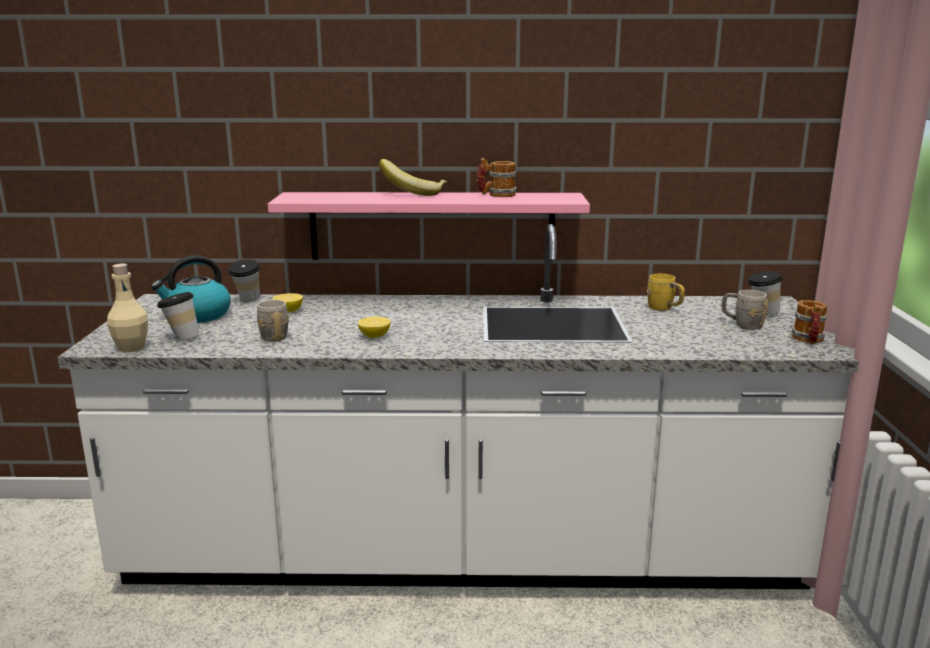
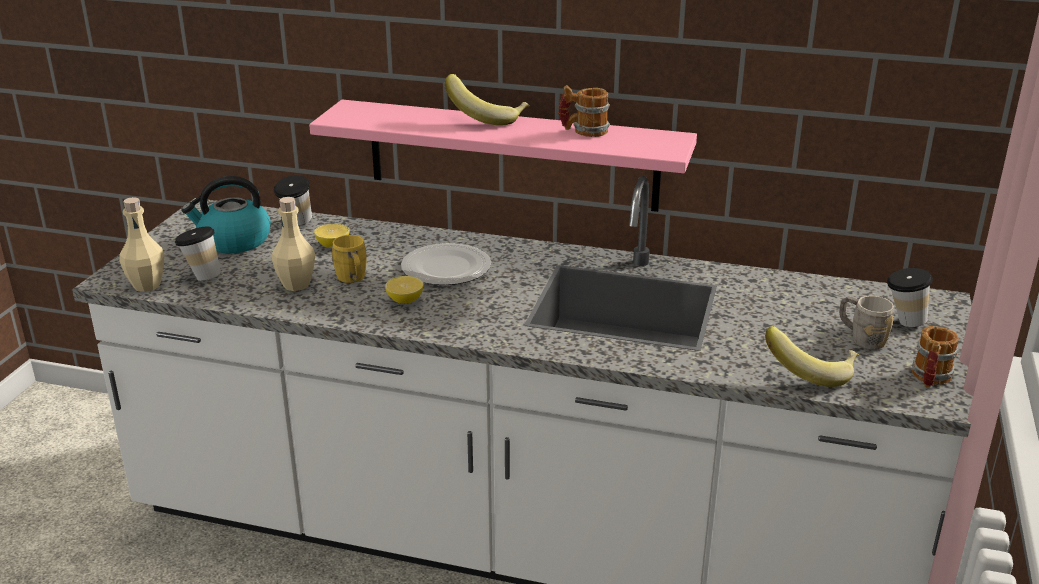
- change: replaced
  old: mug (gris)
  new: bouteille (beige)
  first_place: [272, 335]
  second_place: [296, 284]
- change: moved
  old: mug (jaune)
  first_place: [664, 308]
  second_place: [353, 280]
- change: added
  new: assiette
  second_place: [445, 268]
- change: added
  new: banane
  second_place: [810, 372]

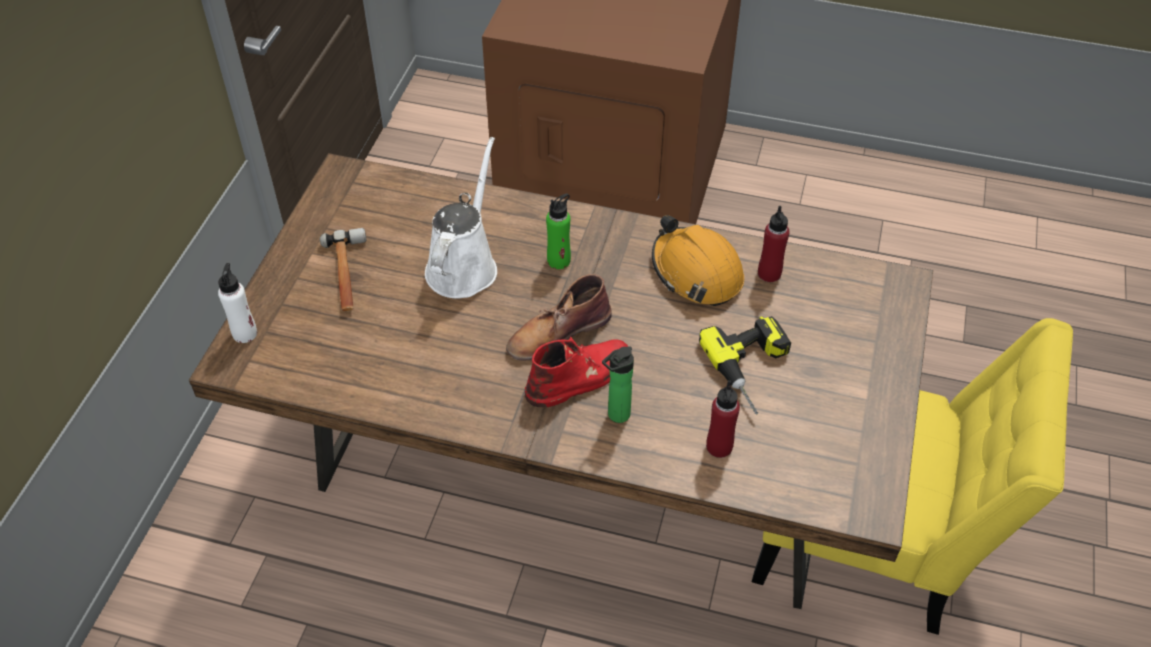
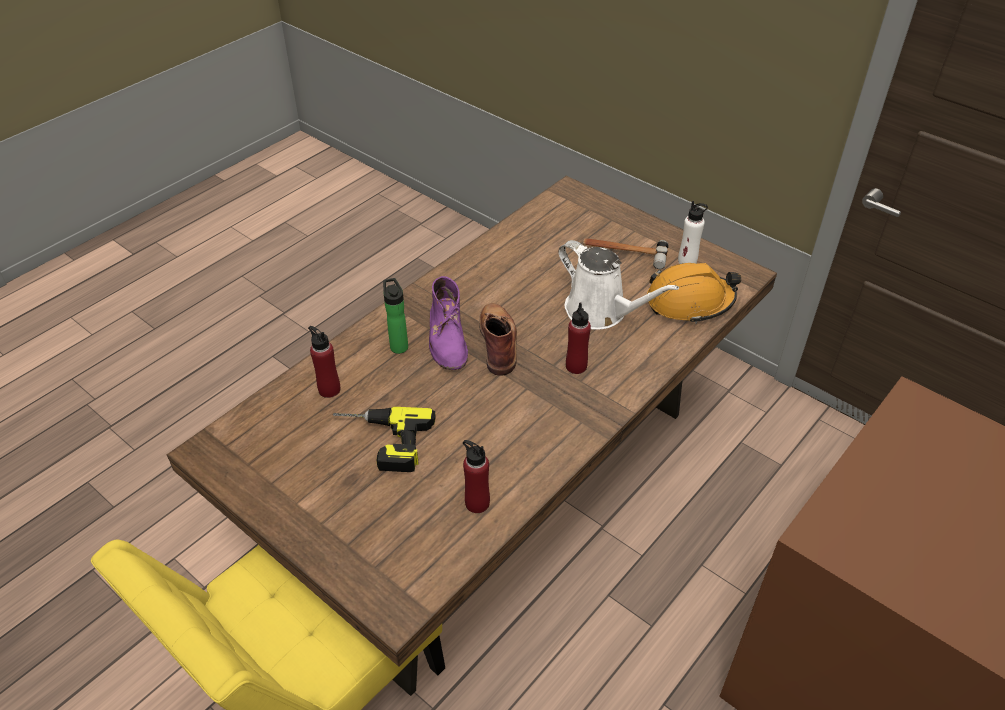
- change: moved
  old: bouteille (blanc)
  first_place: [245, 333]
  second_place: [687, 261]
- change: recoloured
  old: botte (rouge)
  new: botte (violet)
  first_place: [580, 377]
  second_place: [447, 339]
- change: recoloured
  old: bouteille (vert)
  new: bouteille (rouge)
  first_place: [559, 260]
  second_place: [576, 366]
- change: moved
  old: casque de chantier (orange)
  first_place: [696, 272]
  second_place: [689, 302]

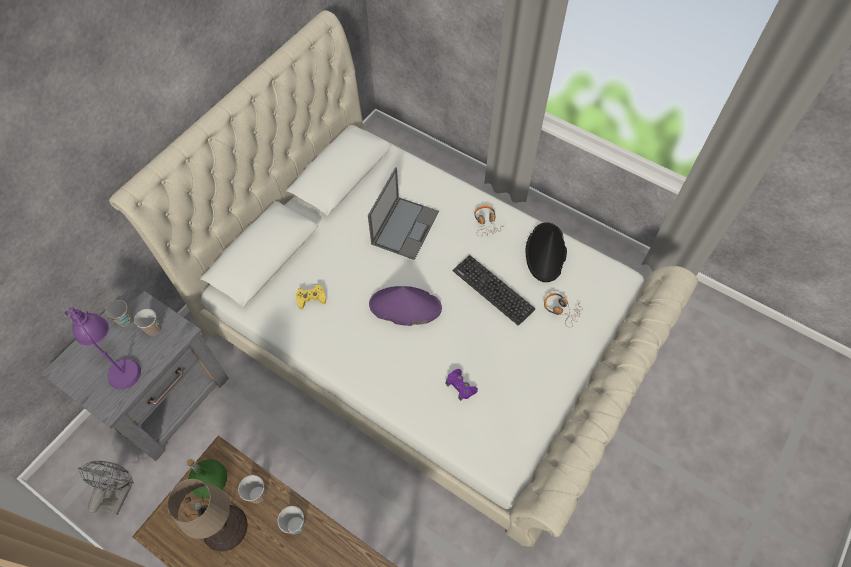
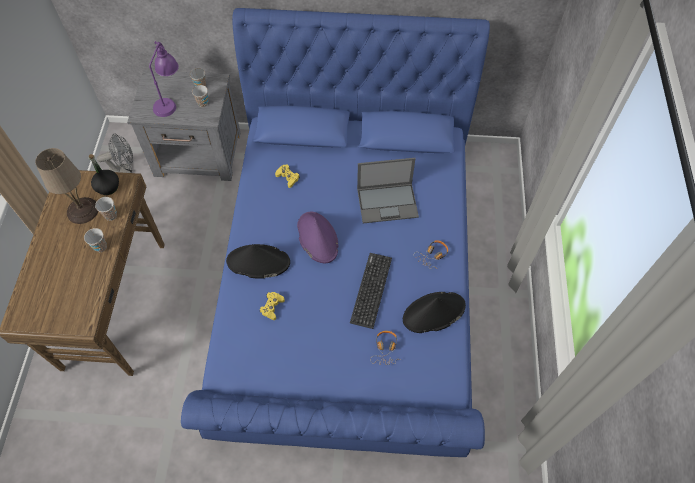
- change: recoloured
  old: lit (beige)
  new: lit (bleu)
  first_place: [425, 325]
  second_place: [347, 278]
- change: recoloured
  old: bouteille (vert)
  new: bouteille (noir)
  first_place: [211, 481]
  second_place: [108, 187]
- change: recoloured
  old: manette (violet)
  new: manette (jaune)
  first_place: [460, 386]
  second_place: [272, 307]
- change: added
  new: chapeau (noir)
  second_place: [258, 262]

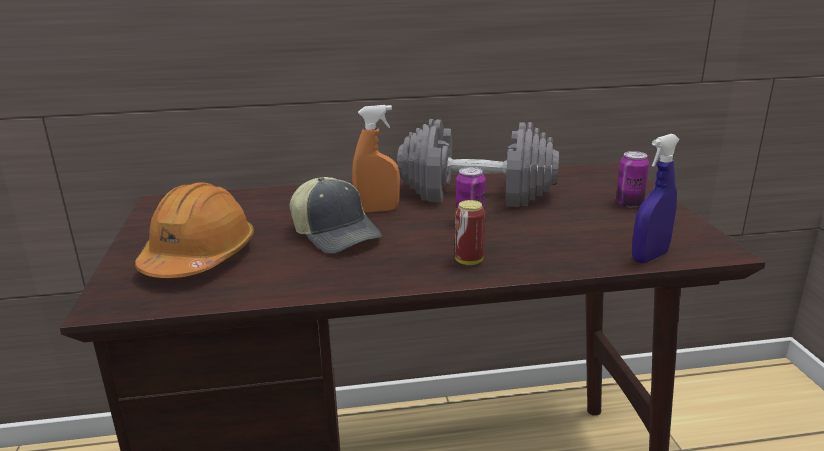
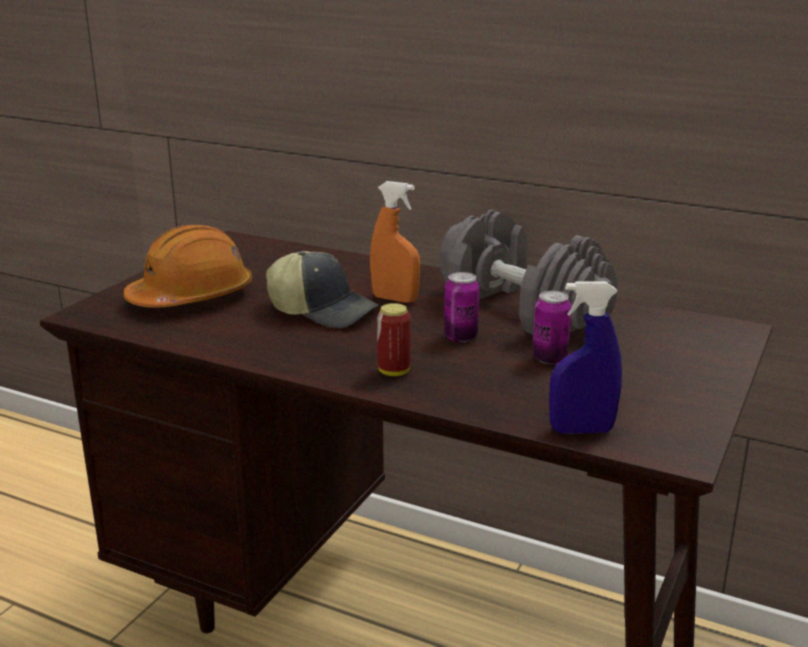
- change: turned
  old: casquette
  first_place: [336, 234]
  second_place: [323, 310]
  degrees: -60
- change: moved
  old: boîte métallique
  first_place: [629, 203]
  second_place: [549, 358]

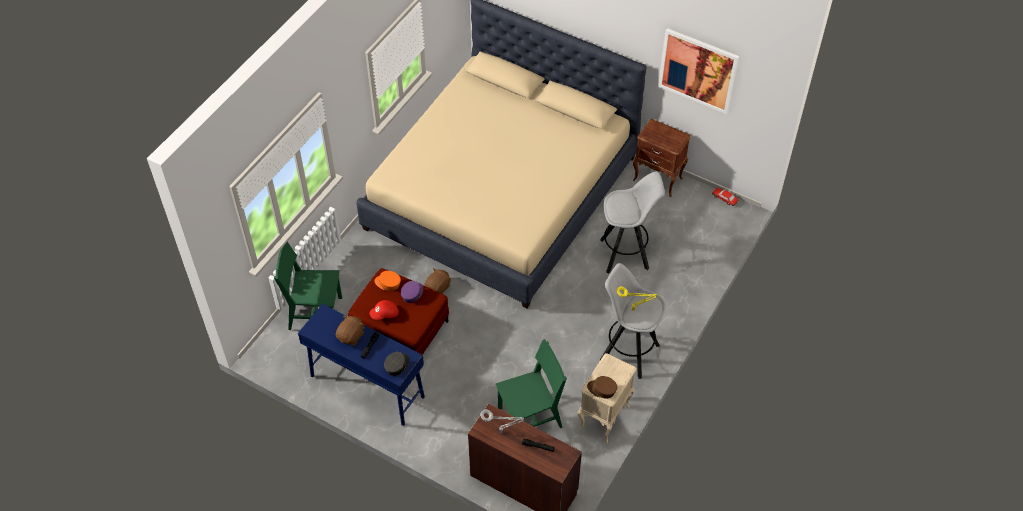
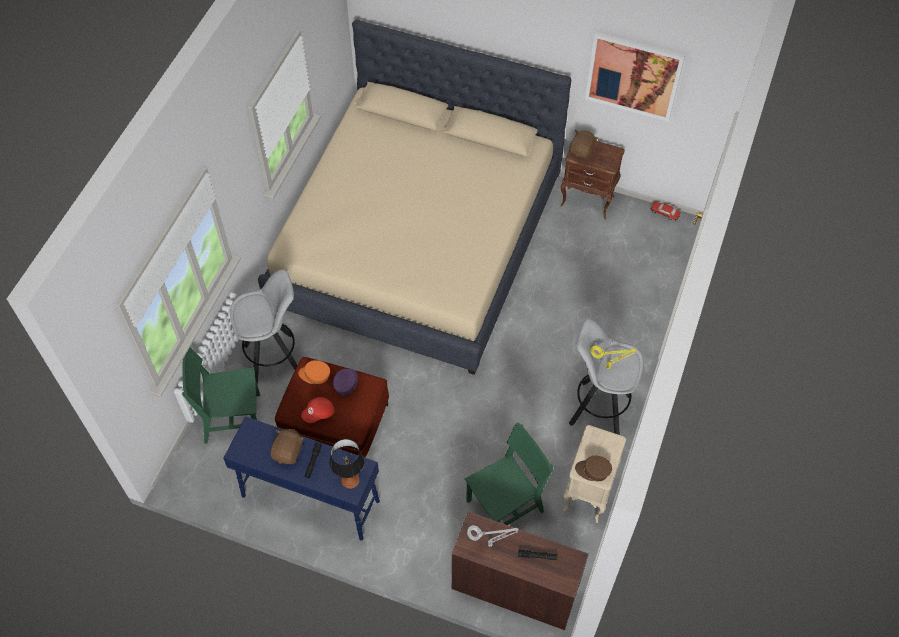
- change: replaced
  old: casquette (gris)
  new: lampe de table
  first_place: [397, 365]
  second_place: [350, 480]
- change: moved
  old: peluche (marron)
  first_place: [438, 287]
  second_place: [582, 151]
- change: moved
  old: tabouret (gris)
  first_place: [626, 254]
  second_place: [275, 359]

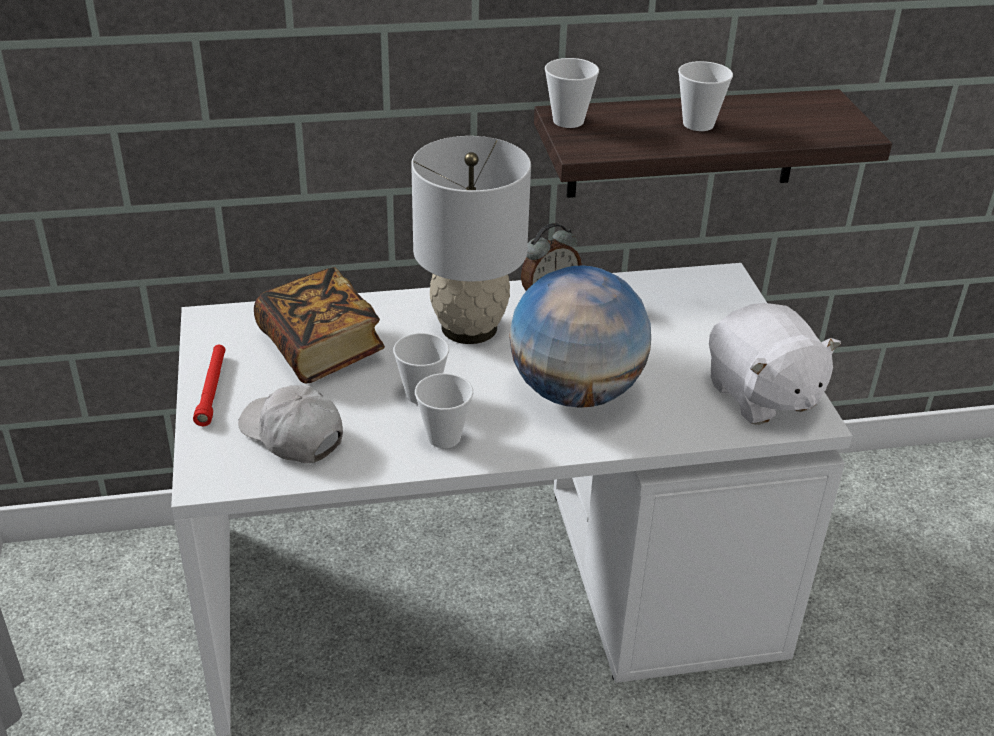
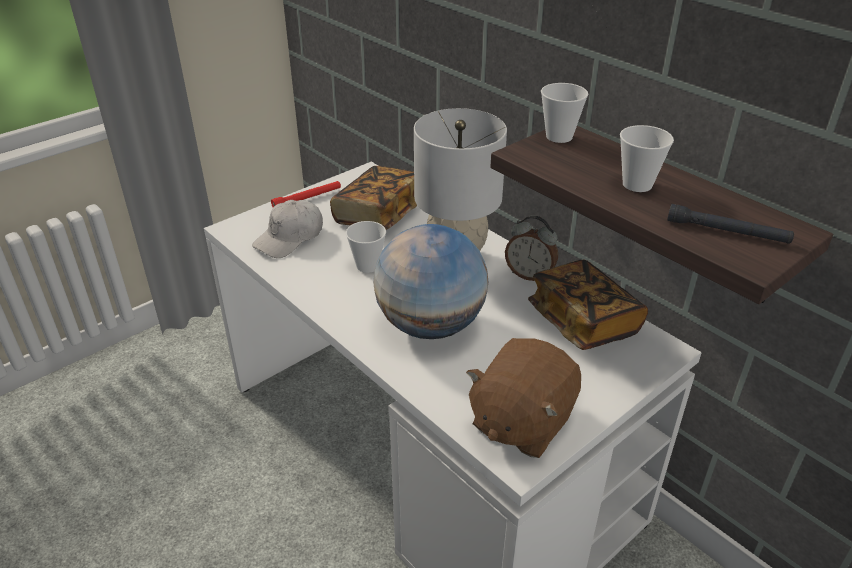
- change: turned
  old: casquette (blanc)
  first_place: [292, 435]
  second_place: [290, 238]
  degrees: -150
- change: removed
  old: tasse
  first_place: [444, 437]
- change: recoloured
  old: peluche (blanc)
  new: peluche (marron)
  first_place: [761, 395]
  second_place: [521, 421]
- change: added
  new: livre
  second_place: [583, 322]
- change: added
  new: lampe de poche (noir)
  second_place: [727, 232]

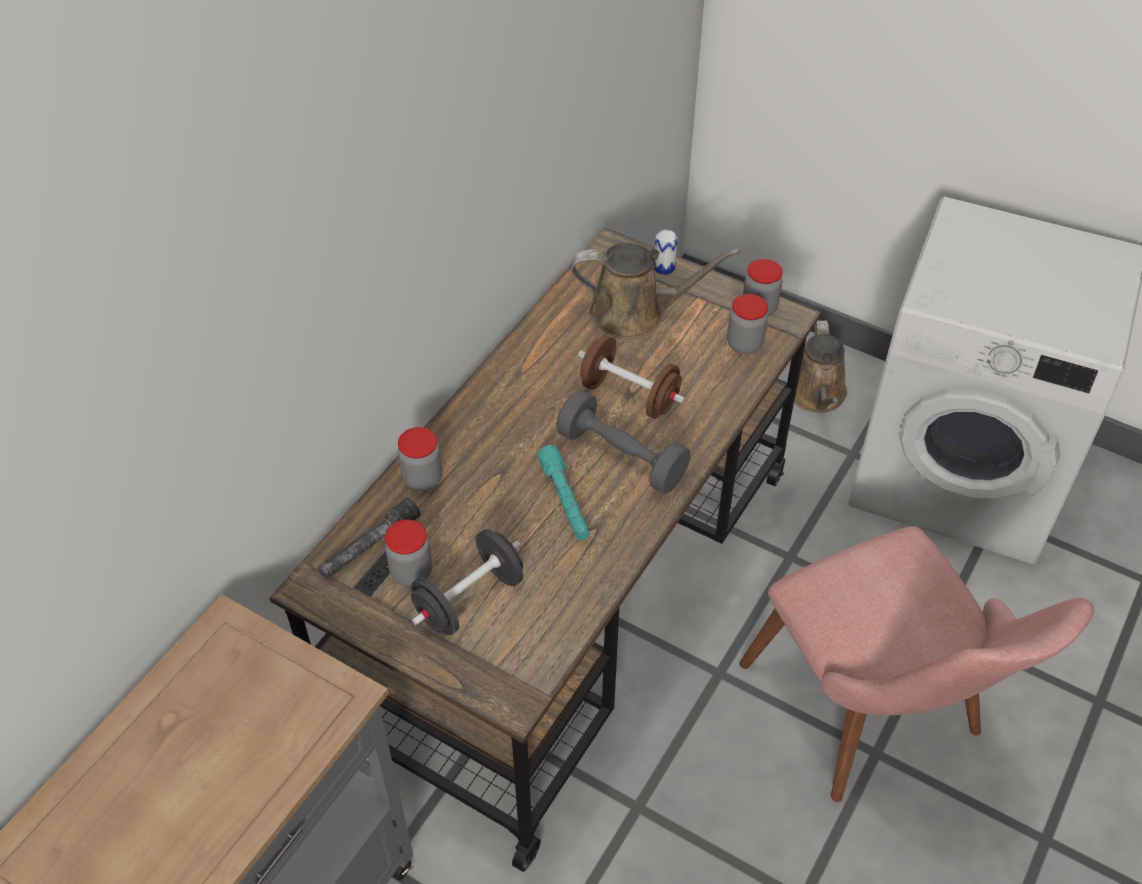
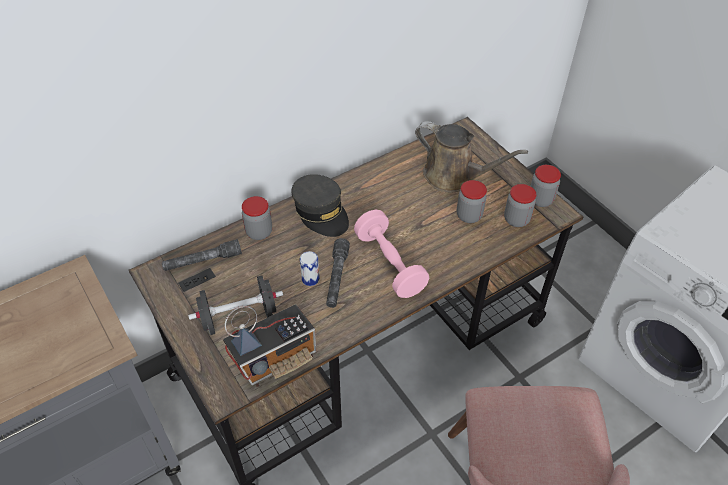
- change: moved
  old: bocal
  first_place: [411, 572]
  second_place: [469, 215]
- change: recoloured
  old: lampe de poche (turquoise)
  new: lampe de poche (gris)
  first_place: [565, 500]
  second_place: [337, 278]
- change: recoloured
  old: haltère (gris)
  new: haltère (rose)
  first_place: [621, 457]
  second_place: [389, 264]
- change: removed
  old: haltère (marron)
  first_place: [629, 396]
- change: moved
  old: boîte métallique
  first_place: [664, 267]
  second_place: [310, 279]
- change: removed
  old: arrosoir (marron)
  first_place: [817, 396]
- change: added
  new: radio
  second_place: [276, 359]
- change: added
  new: casquette (gris)
  second_place: [321, 212]

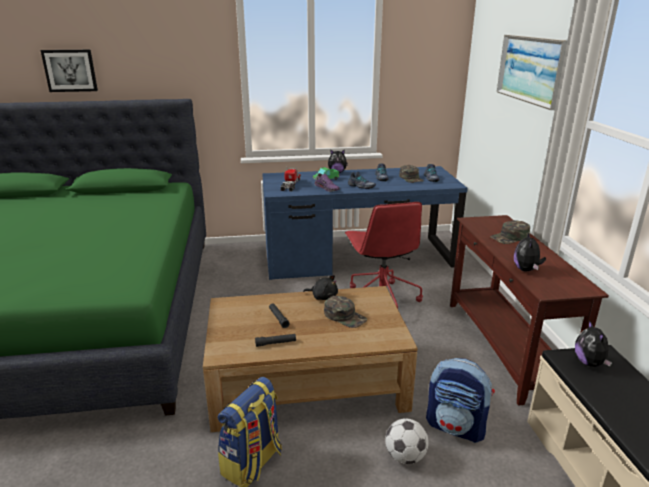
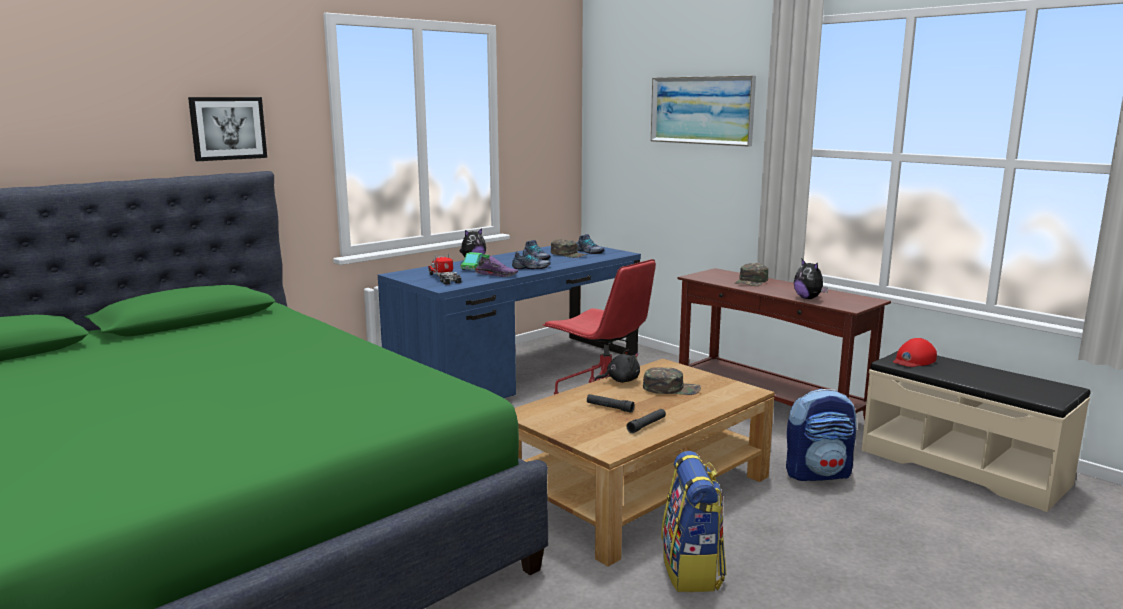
- change: moved
  old: tableau
  first_place: [70, 70]
  second_place: [228, 128]
- change: removed
  old: ballon de foot
  first_place: [405, 456]
- change: replaced
  old: peluche
  new: casquette (rouge)
  first_place: [589, 363]
  second_place: [913, 360]

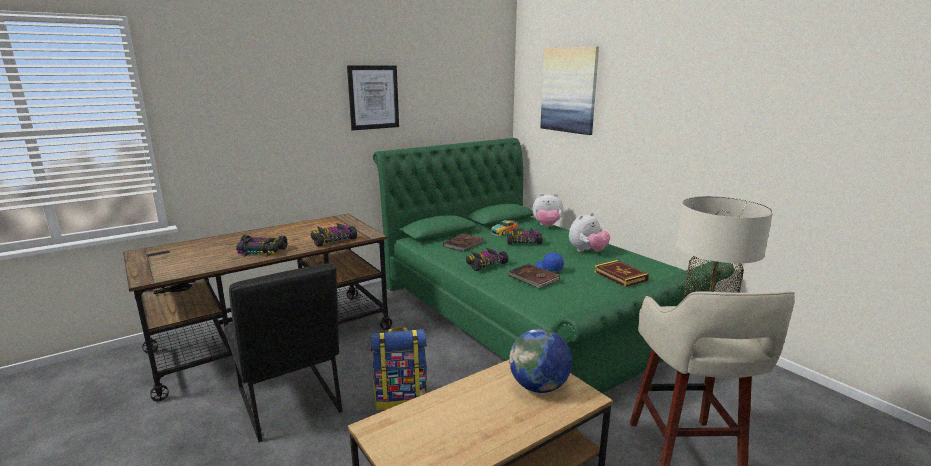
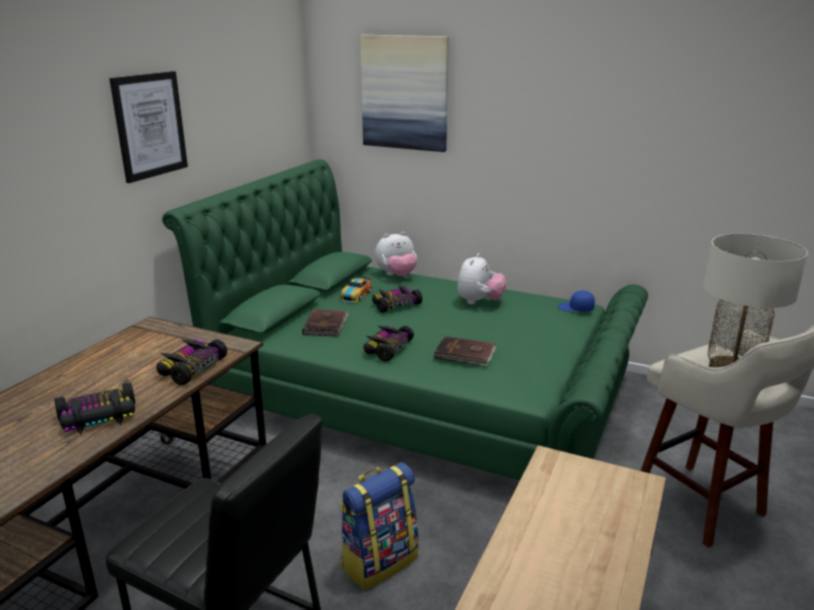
- change: removed
  old: globe
  first_place: [539, 386]
- change: moved
  old: casquette (bleu)
  first_place: [549, 267]
  second_place: [576, 309]
- change: removed
  old: livre
  first_place: [620, 276]

